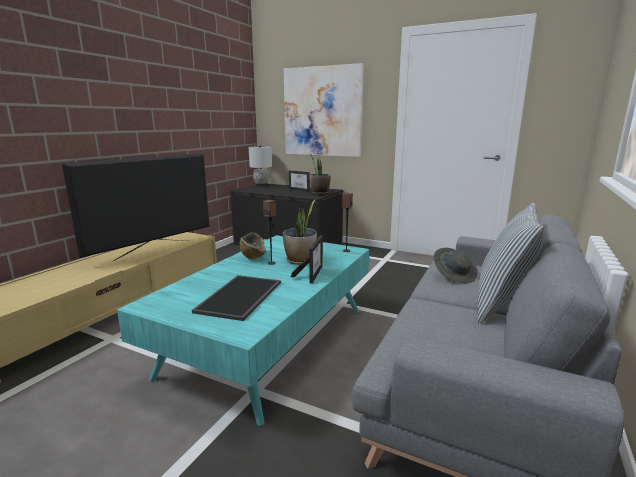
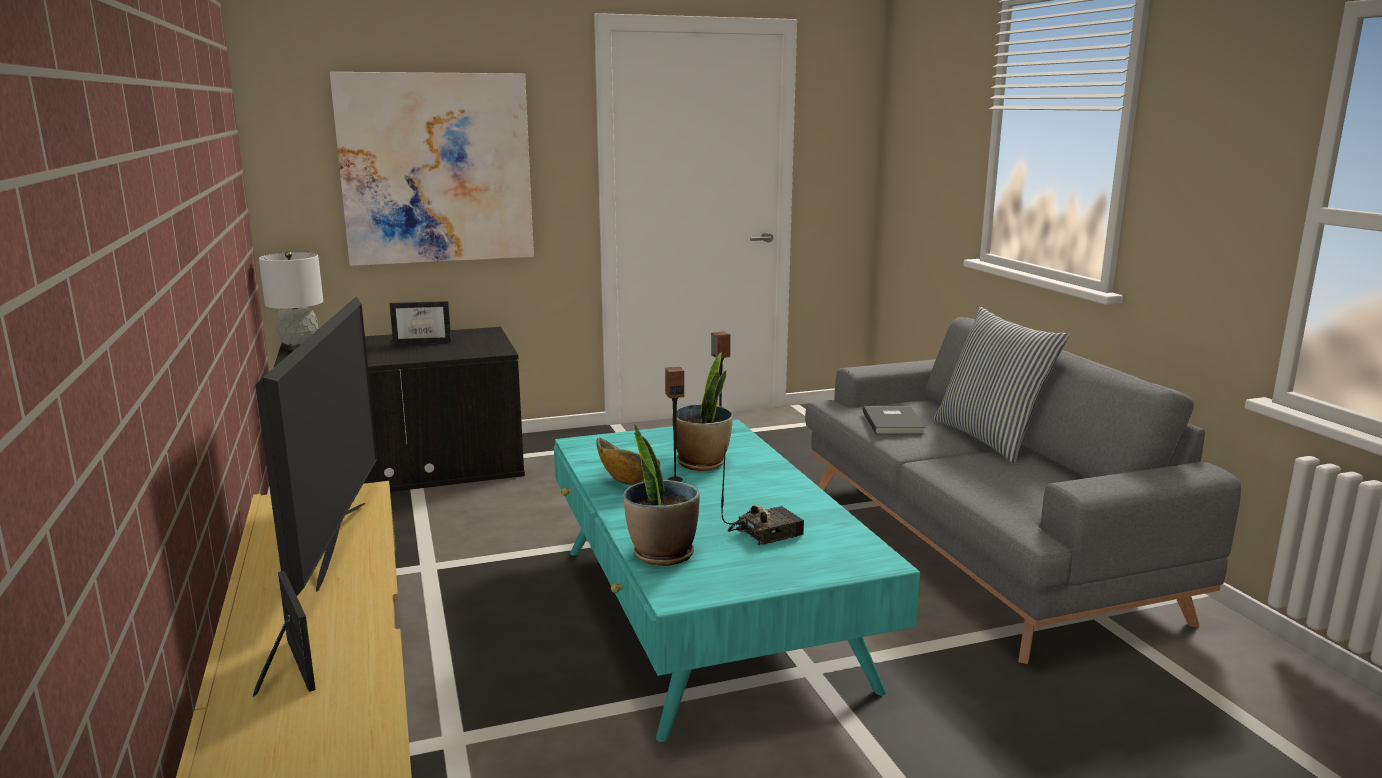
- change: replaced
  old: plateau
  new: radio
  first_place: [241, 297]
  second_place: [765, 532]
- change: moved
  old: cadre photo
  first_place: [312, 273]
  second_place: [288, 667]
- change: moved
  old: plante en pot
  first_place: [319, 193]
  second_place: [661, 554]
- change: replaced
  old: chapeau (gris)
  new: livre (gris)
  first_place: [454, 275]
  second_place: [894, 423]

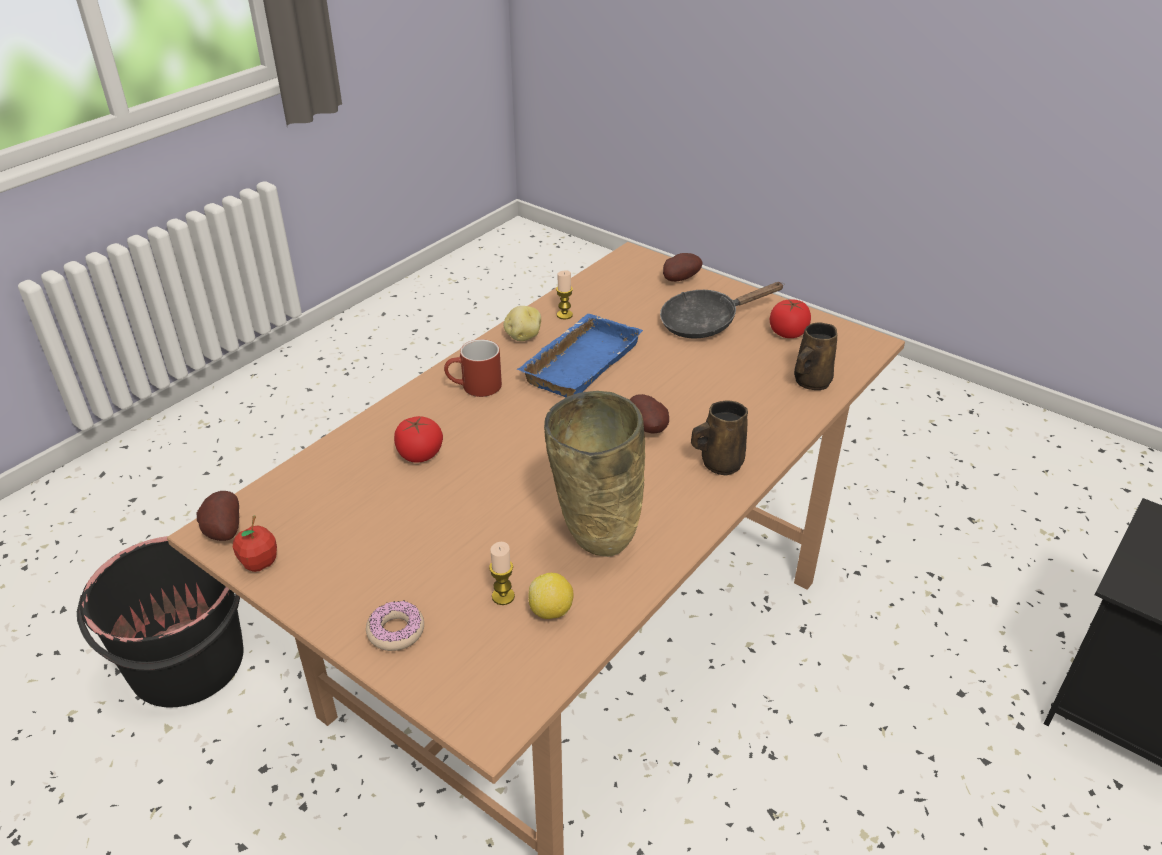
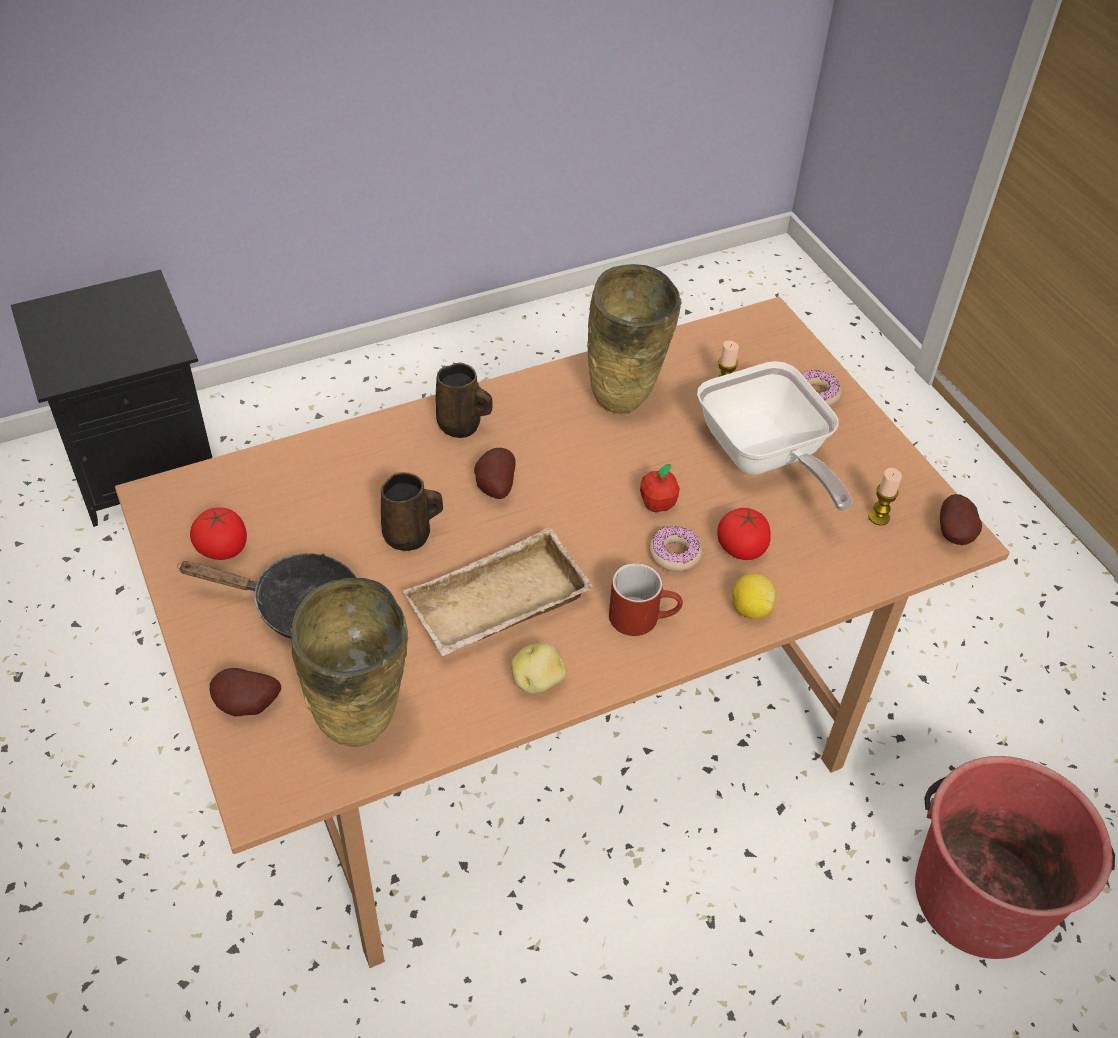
- change: recoloured
  old: seau (noir)
  new: seau (rouge)
  first_place: [187, 665]
  second_place: [979, 894]
- change: moved
  old: pomme
  first_place: [259, 563]
  second_place: [657, 504]
- change: recoloured
  old: plateau (bleu)
  new: plateau (beige)
  first_place: [579, 361]
  second_place: [498, 607]
- change: moved
  old: citron
  first_place: [551, 611]
  second_place: [750, 609]
- change: moved
  old: bougie
  first_place: [564, 315]
  second_place: [878, 517]
- change: moved
  old: mug (marron)
  first_place: [810, 382]
  second_place: [410, 536]
- change: added
  new: vase (beige)
  second_place: [361, 729]
- change: added
  new: beignet
  second_place: [675, 554]
- change: added
  new: poêle
  second_place: [765, 459]

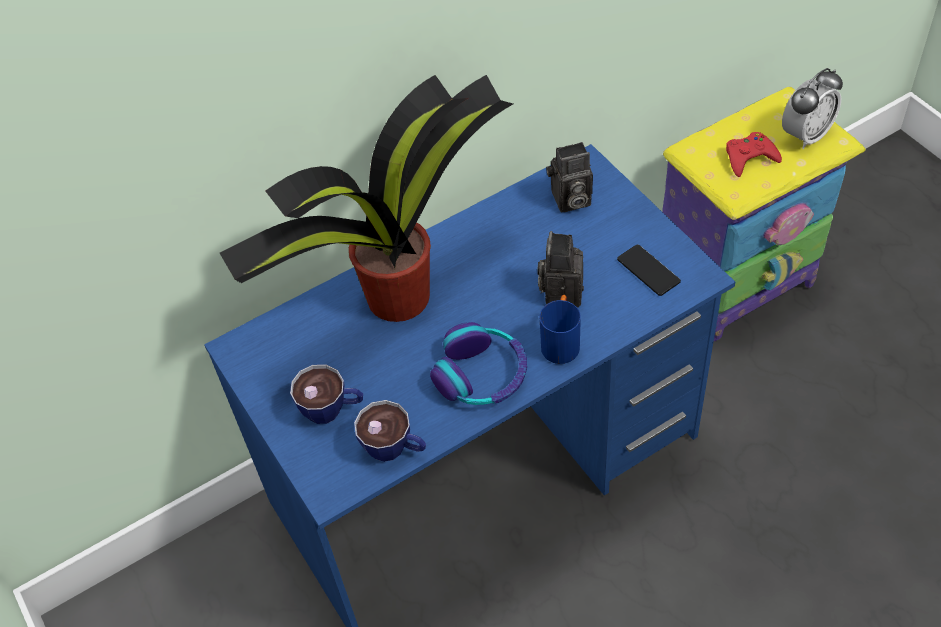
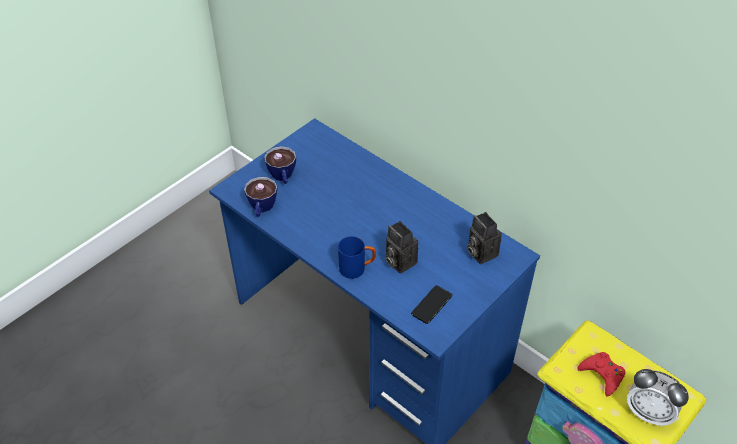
- change: removed
  old: plante en pot
  first_place: [394, 299]
- change: removed
  old: casque audio
  first_place: [482, 375]
- change: turned
  old: appareil photo
  first_place: [561, 291]
  second_place: [398, 261]
  degrees: -120

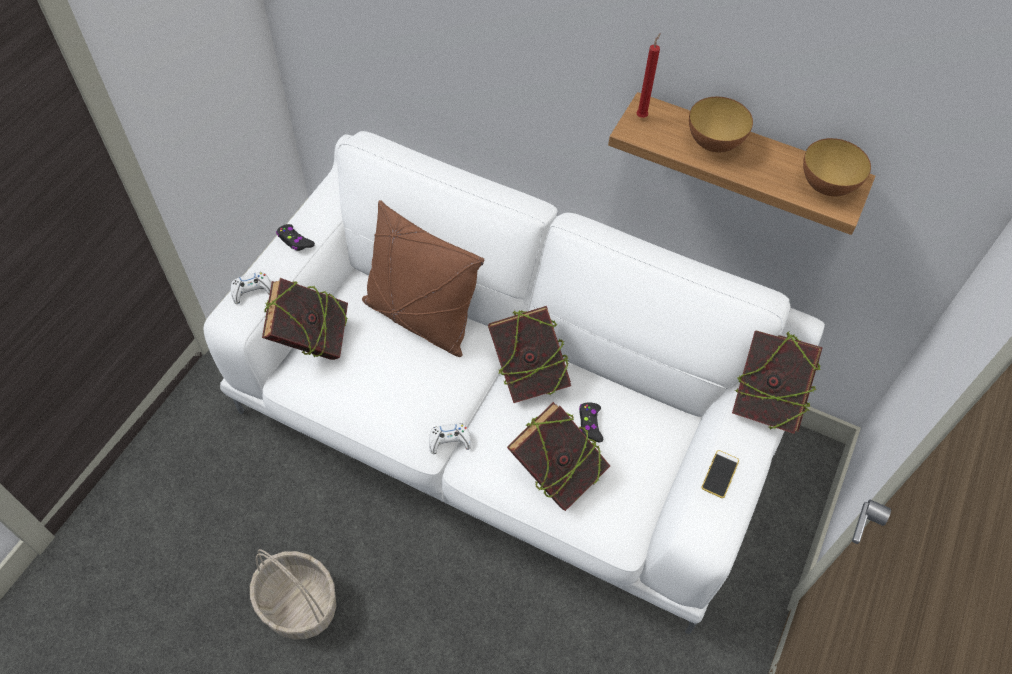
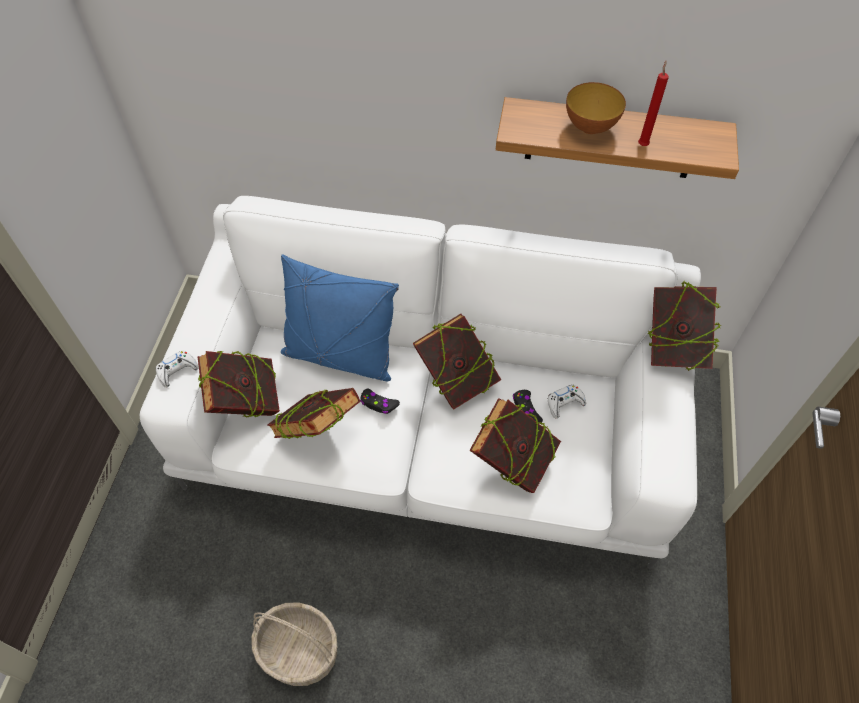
- change: moved
  old: manette (noir)
  first_place: [295, 241]
  second_place: [378, 404]
- change: recoloured
  old: coussin (marron)
  new: coussin (bleu)
  first_place: [420, 318]
  second_place: [340, 356]
- change: moved
  old: manette (blanc)
  first_place: [449, 441]
  second_place: [564, 403]
- change: moved
  old: bougie (rouge)
  first_place: [642, 116]
  second_place: [643, 144]
- change: removed
  old: téléphone
  first_place: [720, 474]
- change: removed
  old: bol
  first_place: [826, 187]
- change: added
  new: livre
  second_place: [318, 432]

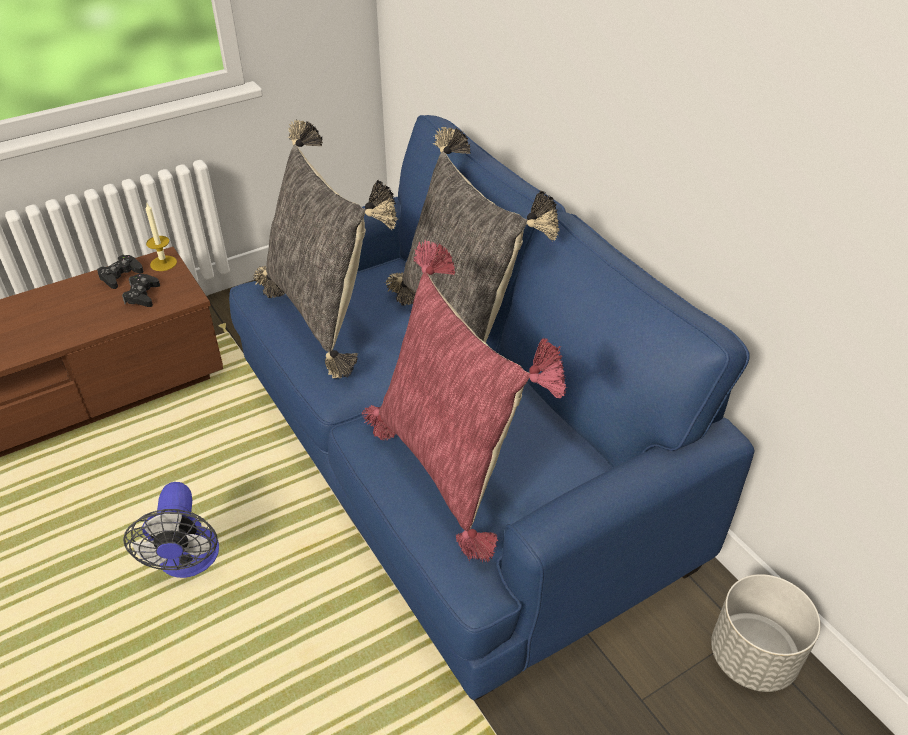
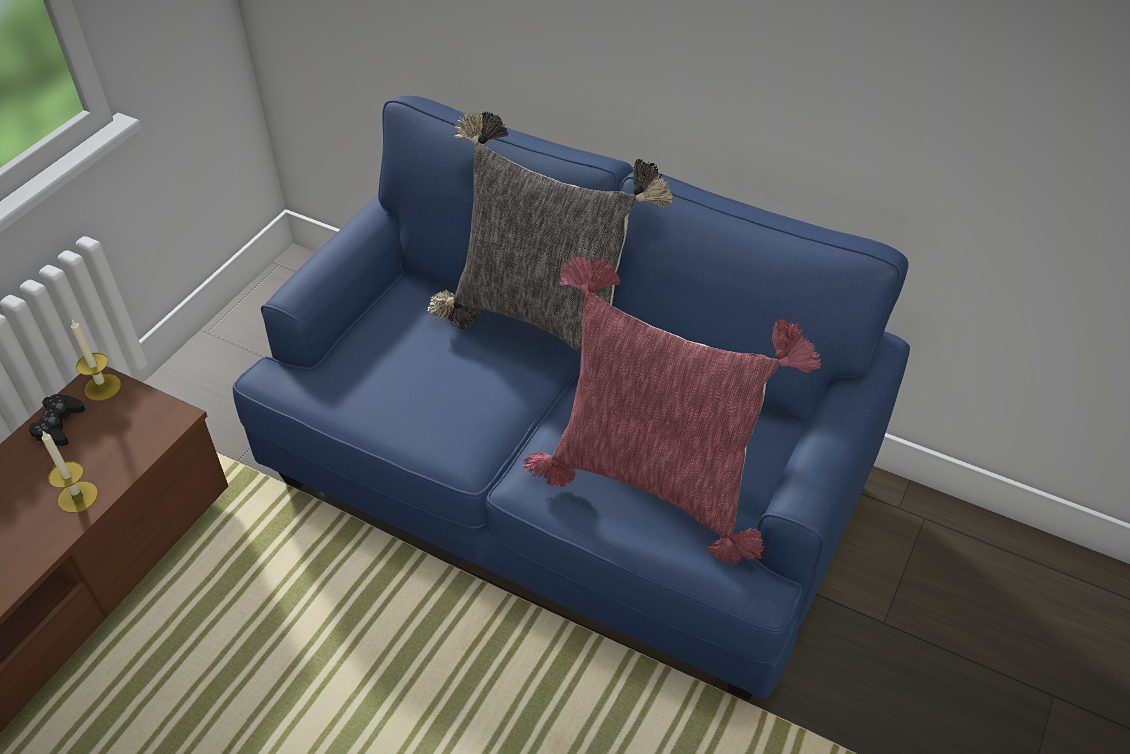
- change: removed
  old: manette (noir)
  first_place: [142, 295]
- change: removed
  old: ventilateur
  first_place: [188, 562]
- change: removed
  old: coussin
  first_place: [330, 324]
- change: removed
  old: cache-pot (gris)
  first_place: [753, 658]
- change: added
  new: bougie
  second_place: [78, 497]

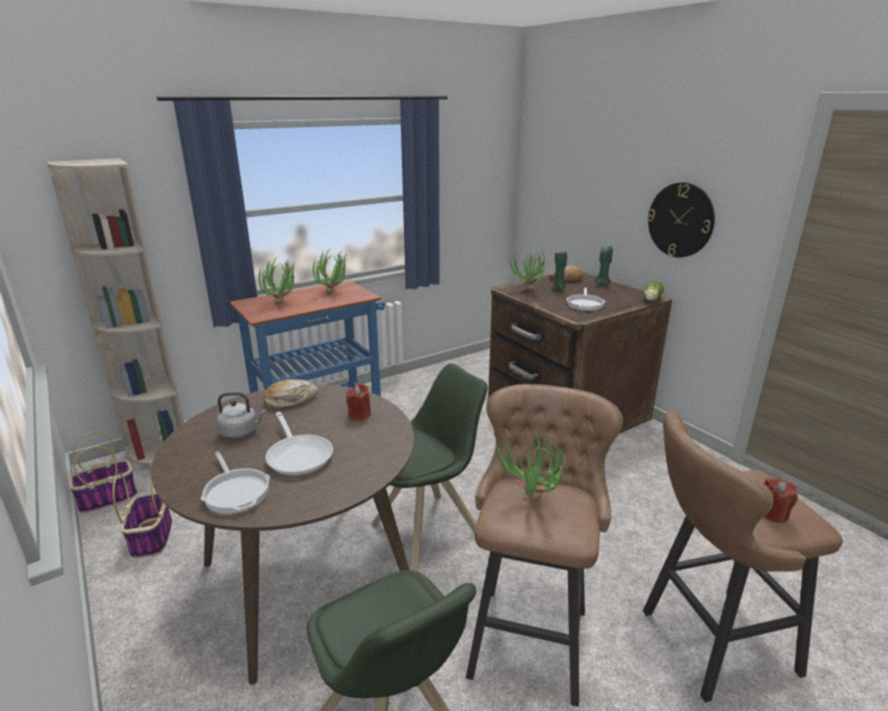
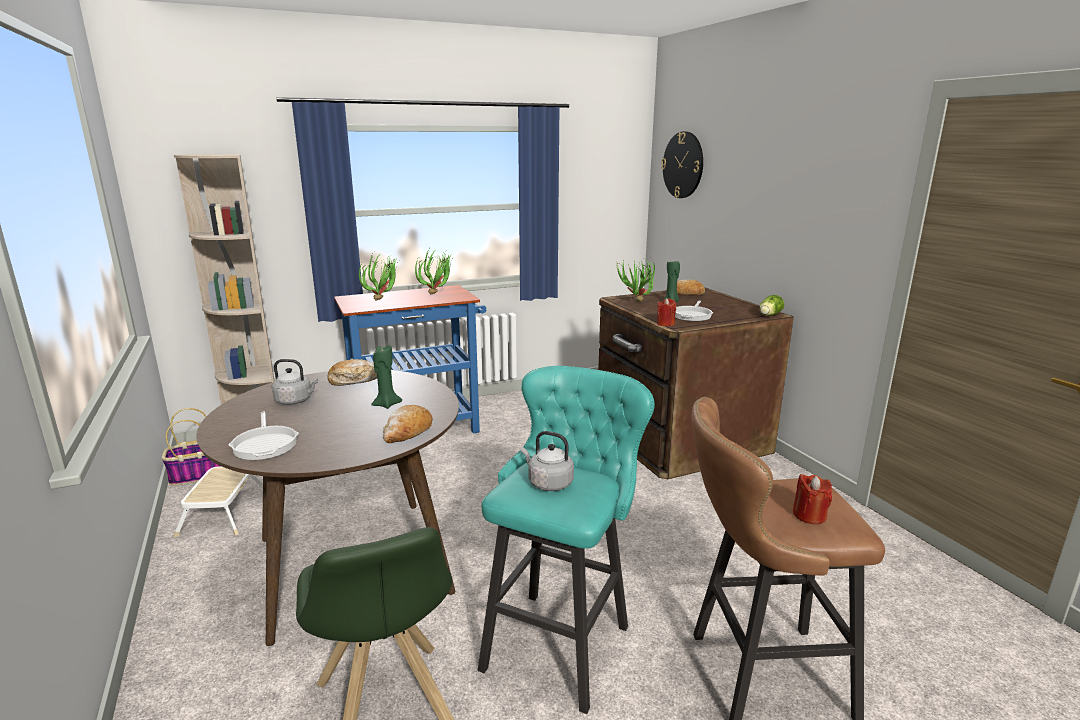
- change: replaced
  old: panier
  new: escabeau (beige)
  first_place: [151, 537]
  second_place: [224, 511]
- change: removed
  old: poêle
  first_place: [299, 455]
- change: moved
  old: bougie (rouge)
  first_place: [359, 415]
  second_place: [665, 324]
- change: removed
  old: chaise (vert)
  first_place: [427, 529]
- change: recoloured
  old: tabouret (marron)
  new: tabouret (turquoise)
  first_place: [531, 628]
  second_place: [564, 634]
- change: replaced
  old: plante en pot
  new: bouilloire (gris)
  first_place: [531, 504]
  second_place: [548, 483]
- change: moved
  old: bougie (vert)
  first_place: [602, 284]
  second_place: [386, 404]
- change: moved
  old: horloge murale
  first_place: [680, 220]
  second_place: [683, 165]
- change: added
  new: pain
  second_place: [407, 433]

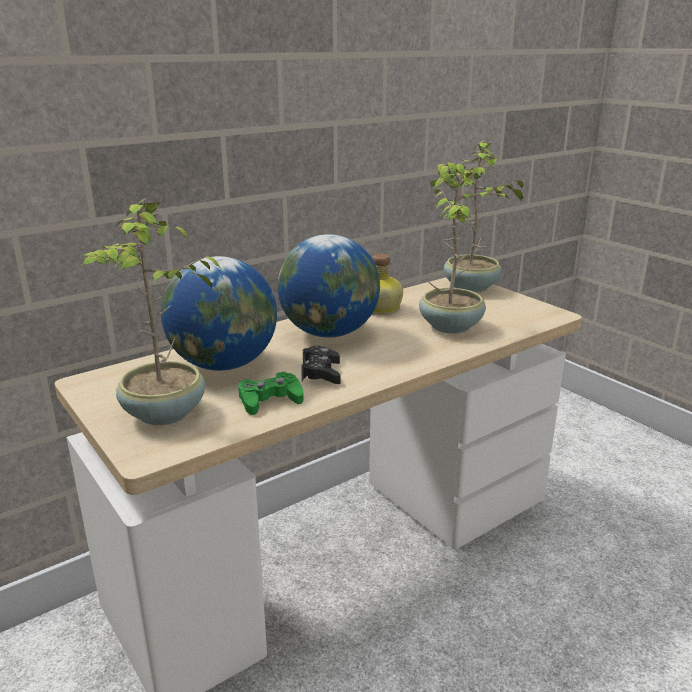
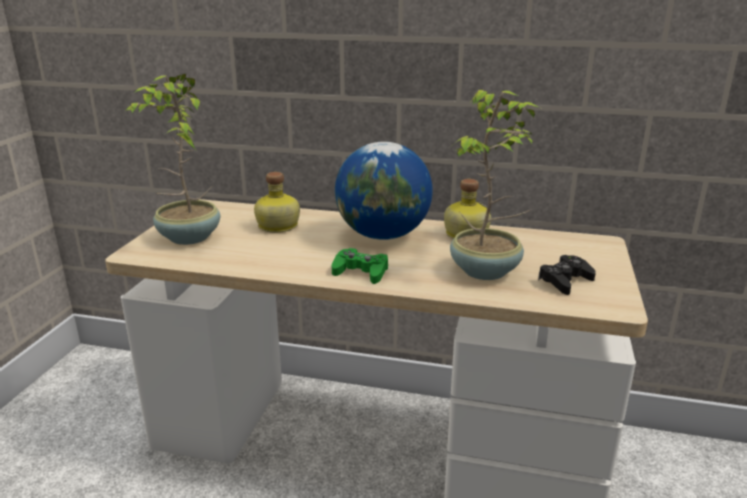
- change: replaced
  old: globe
  new: bouteille
  first_place: [224, 365]
  second_place: [277, 226]
- change: moved
  old: manette (vert)
  first_place: [270, 400]
  second_place: [361, 272]
- change: moved
  old: manette (noir)
  first_place: [321, 372]
  second_place: [565, 281]
- change: removed
  old: plante en pot
  first_place: [471, 287]

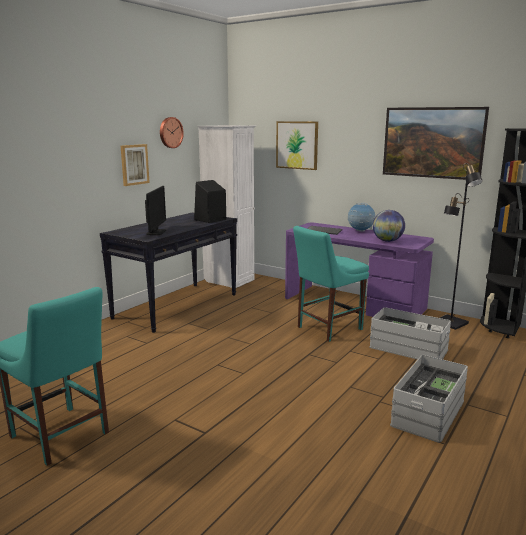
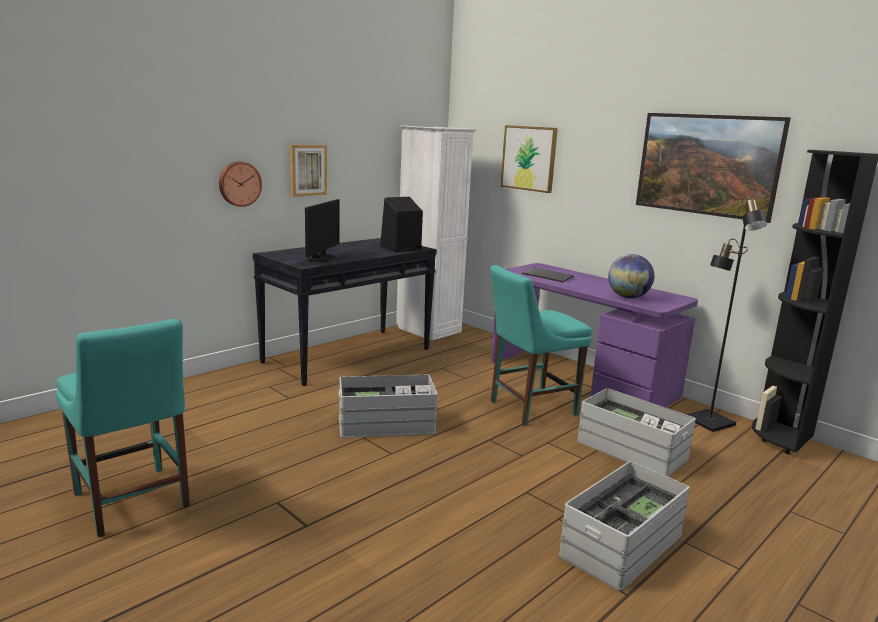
- change: moved
  old: horloge murale
  first_place: [170, 132]
  second_place: [239, 184]
- change: removed
  old: globe
  first_place: [360, 231]
- change: added
  new: boîte de rangement (gris)
  second_place: [386, 423]

